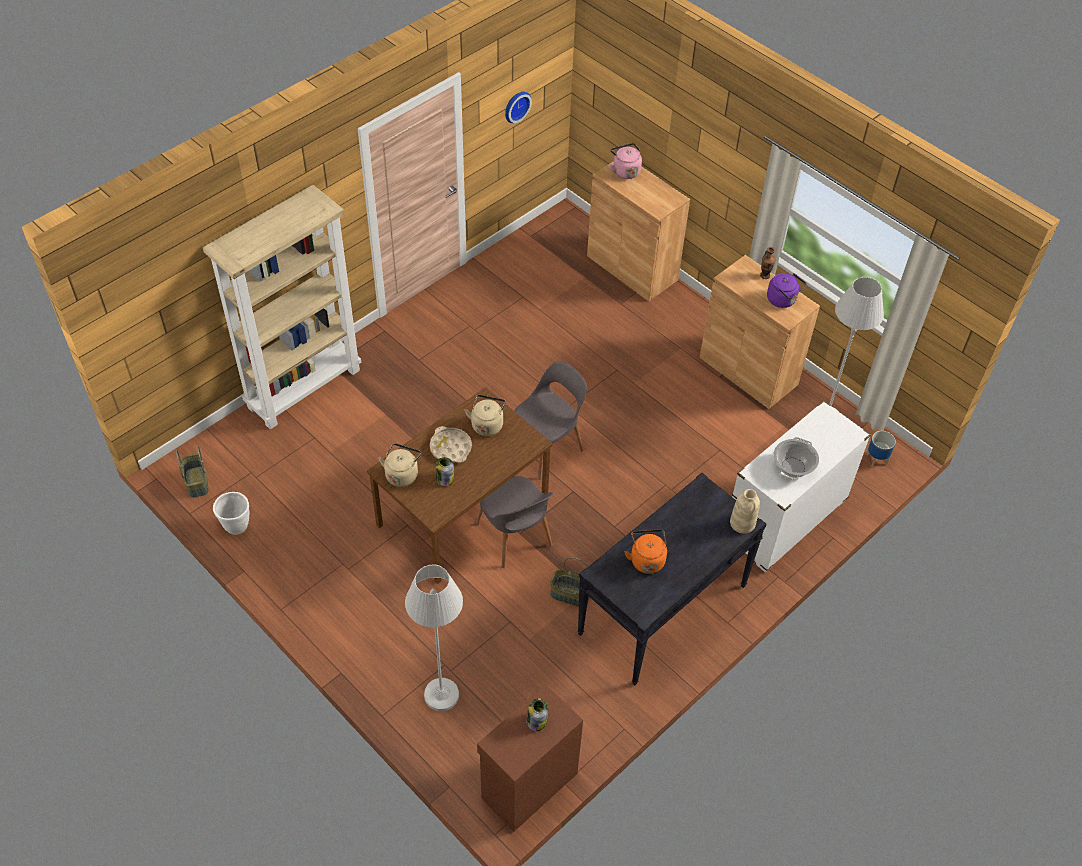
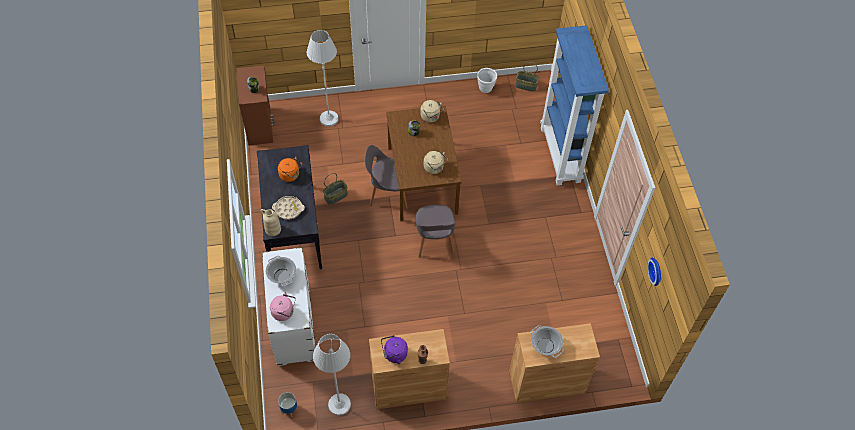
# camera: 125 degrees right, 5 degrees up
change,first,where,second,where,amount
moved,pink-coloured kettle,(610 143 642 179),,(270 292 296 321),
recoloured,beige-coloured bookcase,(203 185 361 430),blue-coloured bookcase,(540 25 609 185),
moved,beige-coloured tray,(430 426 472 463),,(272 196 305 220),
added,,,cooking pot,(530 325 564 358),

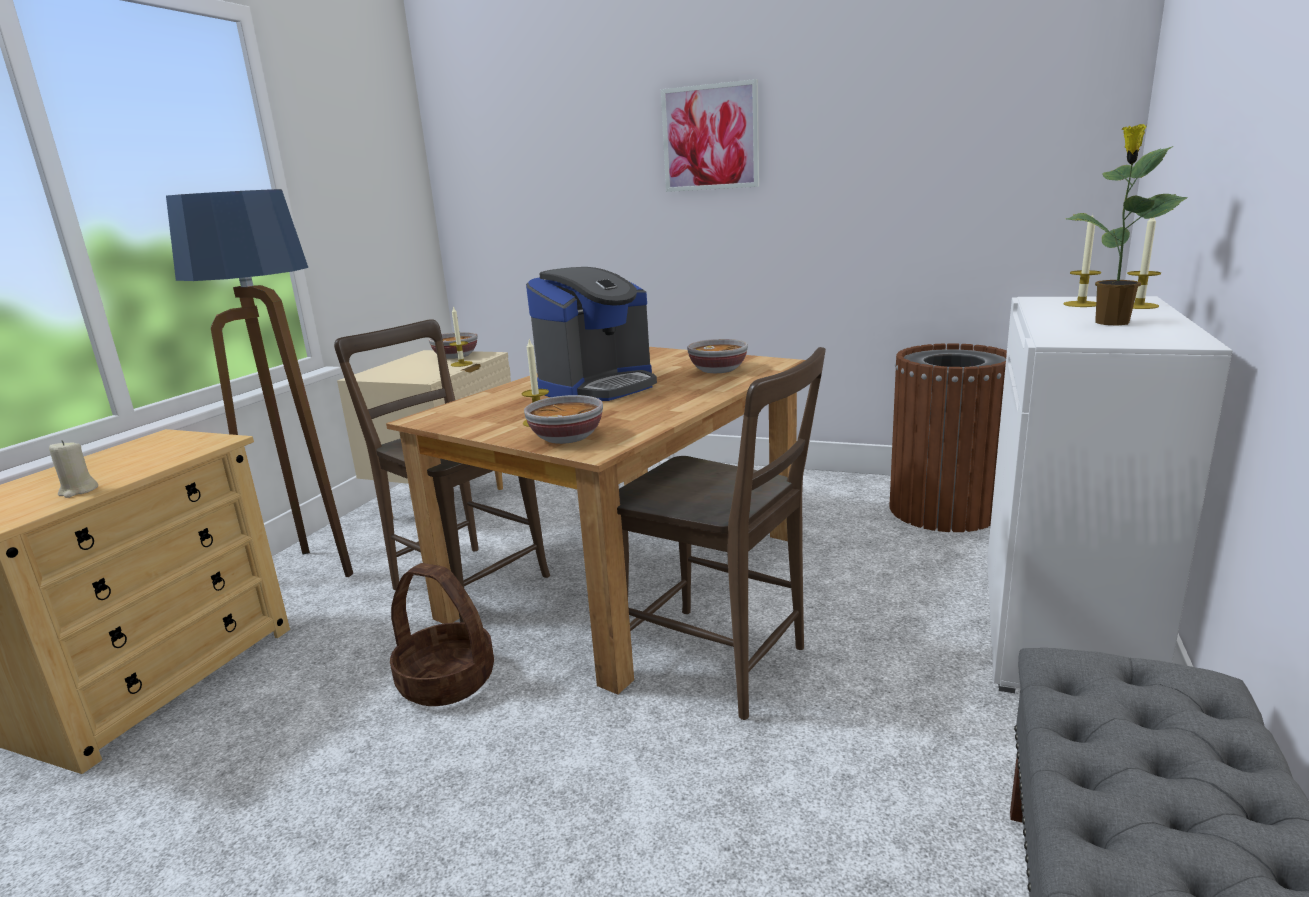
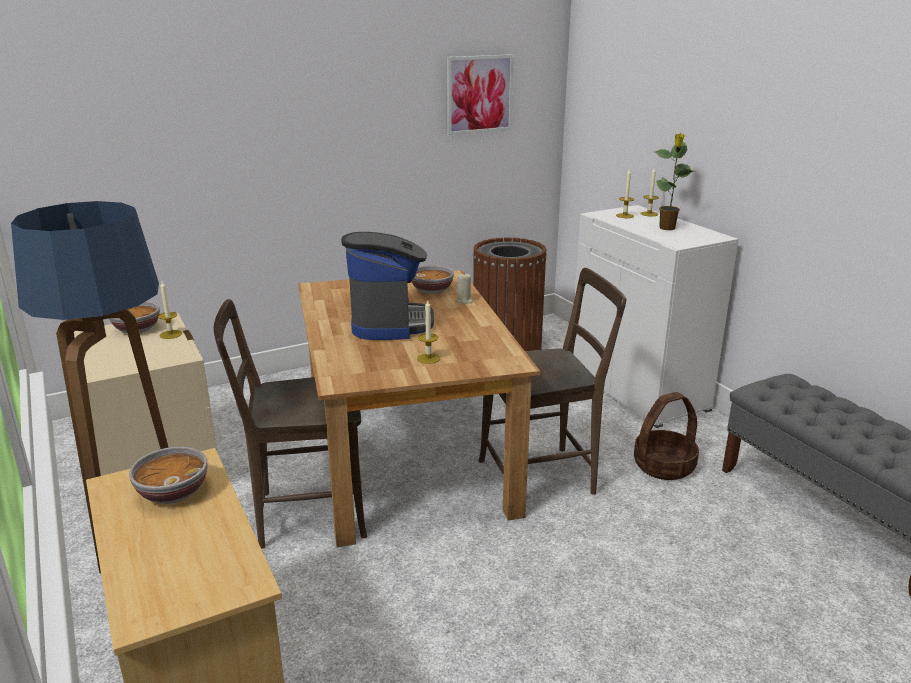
# camera: 50 degrees left, 5 degrees up
change,first,where,second,where,amount
moved,wall art,(661 79 759 192),,(447 54 514 135),
moved,deep dish,(524 395 603 444),,(129 446 207 504),
moved,beige-coloured candle,(49 440 98 498),,(456 273 473 304),
moved,storage basket,(390 563 494 706),,(634 392 699 480),

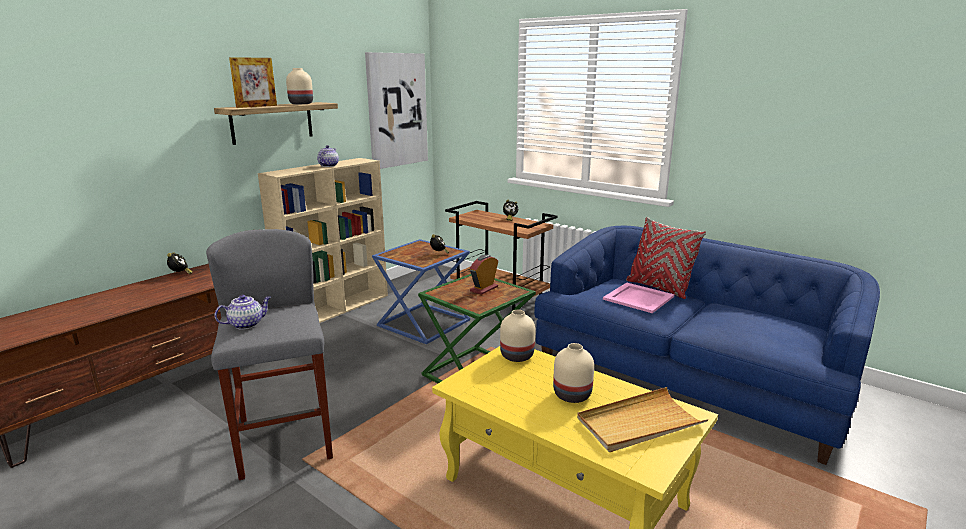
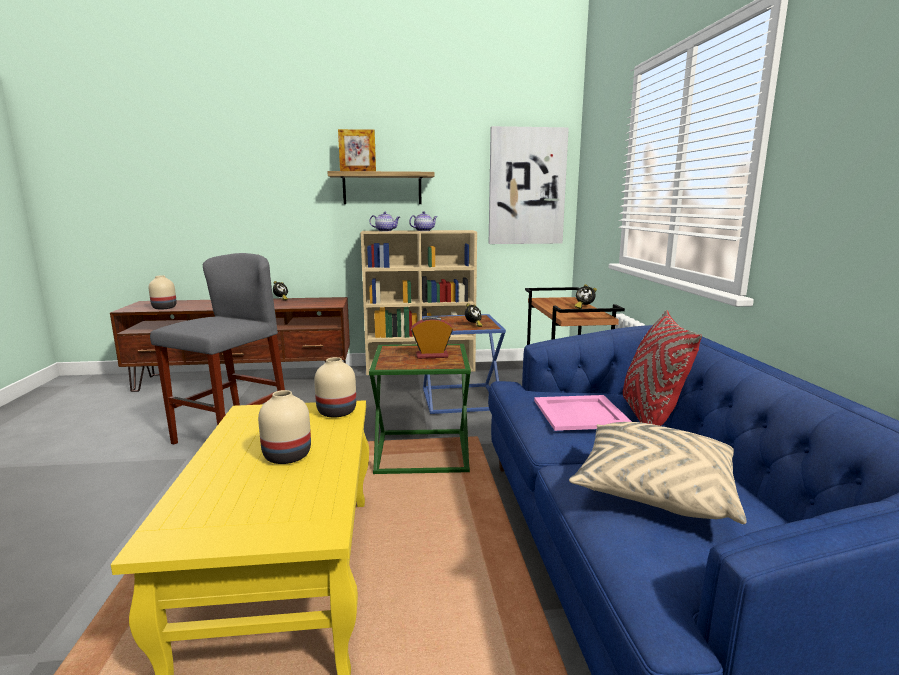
# camera: 45 degrees right, 5 degrees down
change,first,where,second,where,amount
moved,beige-coloured decorative vase,(286 68 313 104),,(149 275 177 309),
moved,teapot,(215 295 271 329),,(369 212 400 231),
removed,beige-coloured tray,(577 387 709 452),,,
added,,,beige-coloured pillow,(569 422 747 524),

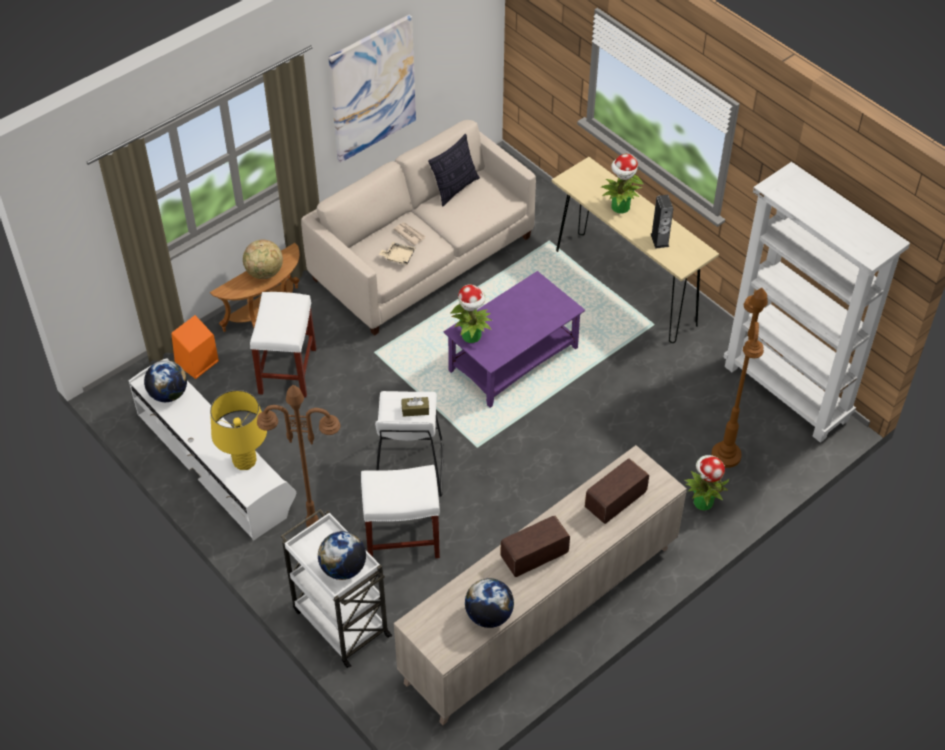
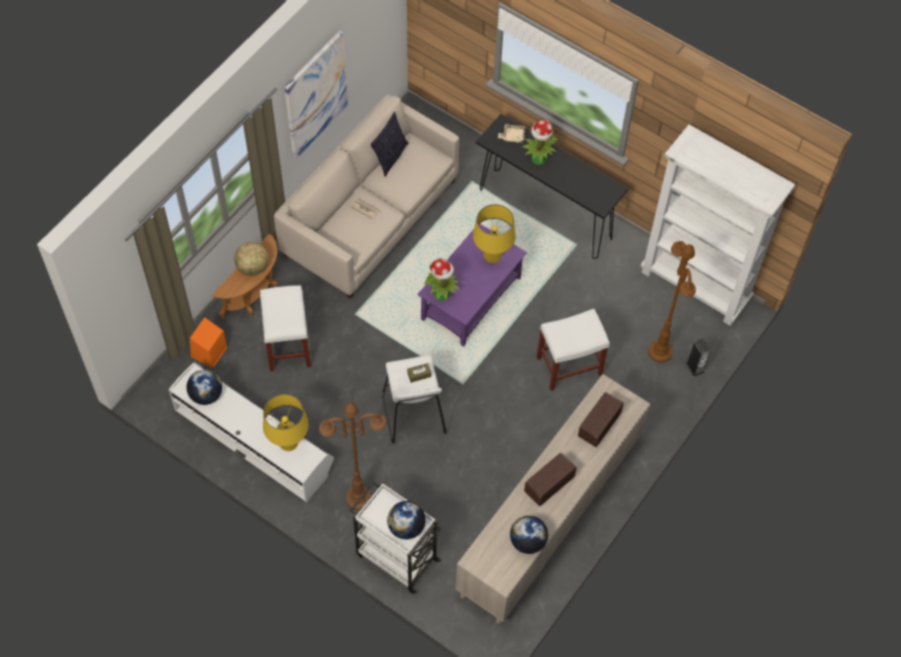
# camera: 15 degrees left, 10 degrees up
change,first,where,second,where,amount
recoloured,beige-coloured hall table,(552 157 719 343),black-coloured hall table,(476 114 628 259),
moved,speaker,(651 195 673 249),,(686 338 710 376),
moved,beige-coloured tray,(379 242 415 265),,(498 124 526 143),
removed,potted plant,(684 455 730 511),,,
moved,white stool,(361 465 440 558),,(536 309 610 391),
added,,,yellow table lamp,(473 204 515 263),

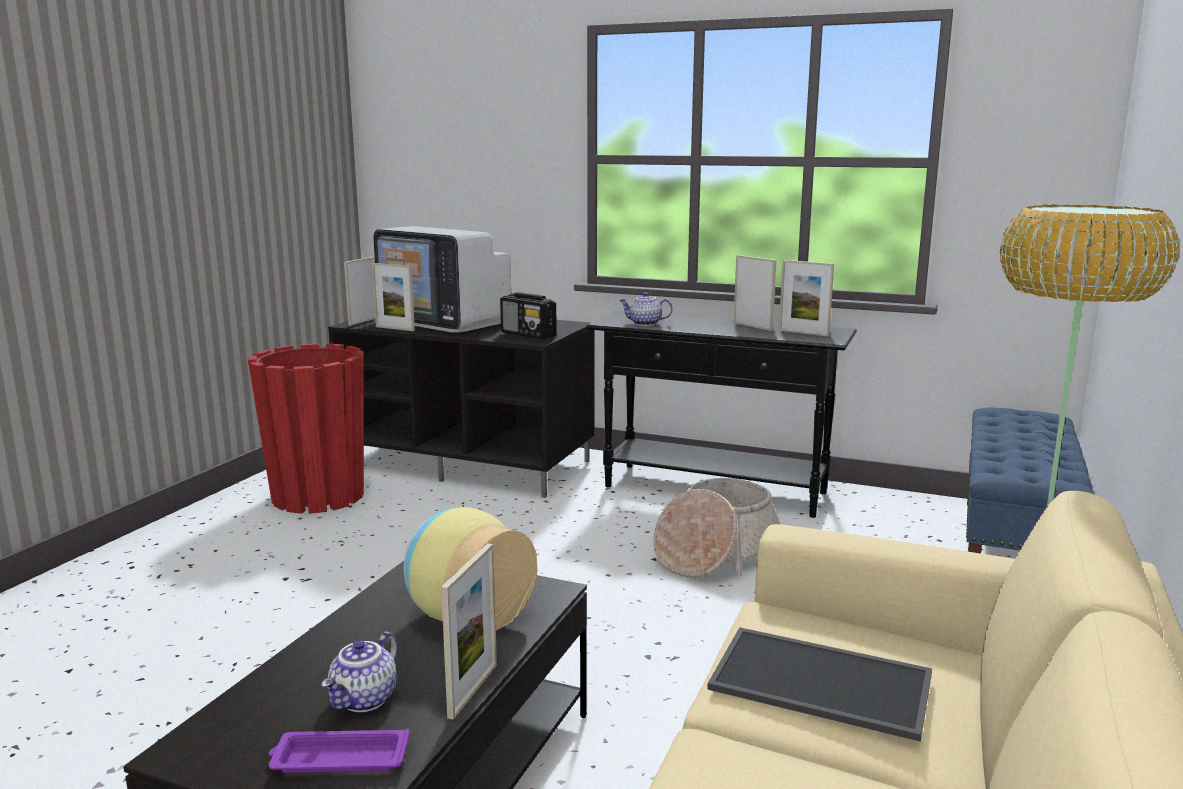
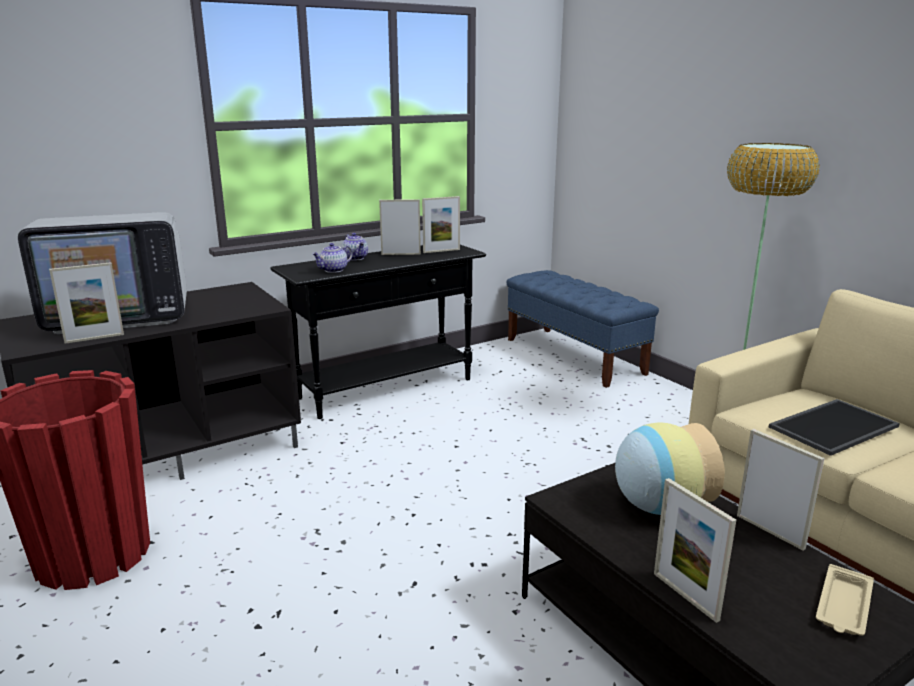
# camera: 55 degrees left, 5 degrees up
change,first,where,second,where,amount
moved,picture frame,(344 257 375 326),,(654 478 736 623),
removed,radio receiver,(500 292 557 339),,,
removed,storage basket,(653 478 781 577),,,
moved,teapot,(321 631 397 712),,(341 233 368 261),
recoloured,purplish tray,(269 728 410 773),beige-coloured tray,(816 564 874 636),

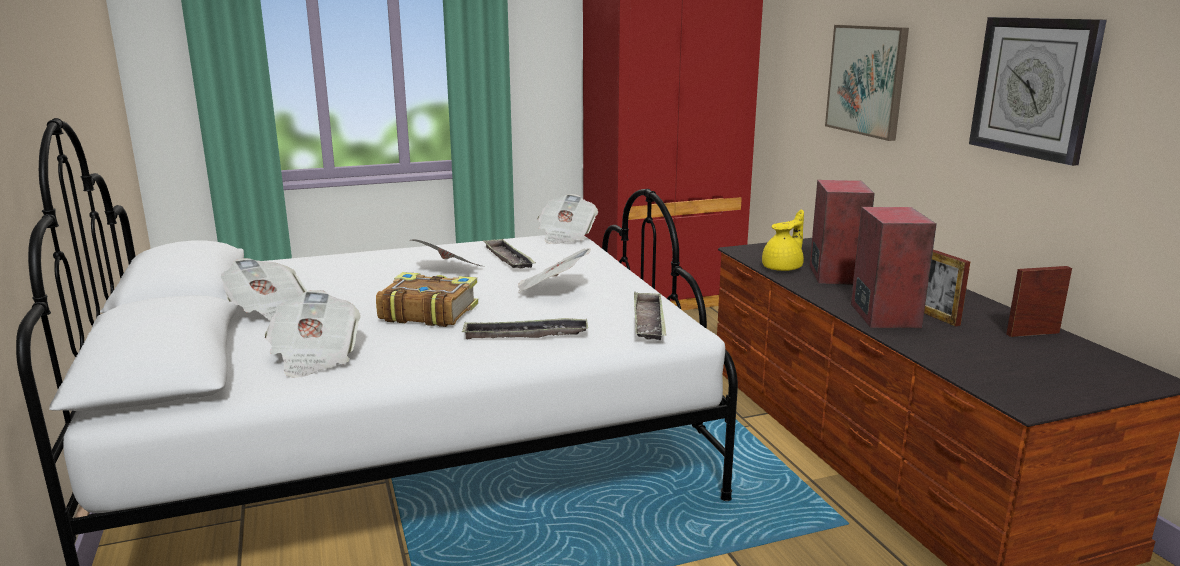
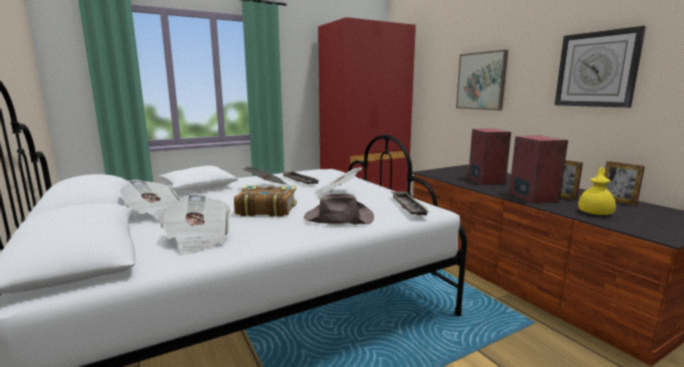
# camera: 10 degrees left, 5 degrees down
change,first,where,second,where,amount
removed,printed paper,(538 194 598 244),,,
moved,yellow teapot,(762 210 804 271),,(578 167 616 215),
turned,picture frame,(1006 266 1072 337),,(605 161 645 206),105 degrees counterclockwise
replaced,tray,(462 318 588 339),brown clothing hat,(304 194 374 225),
added,,,white pillow,(159 166 238 191),

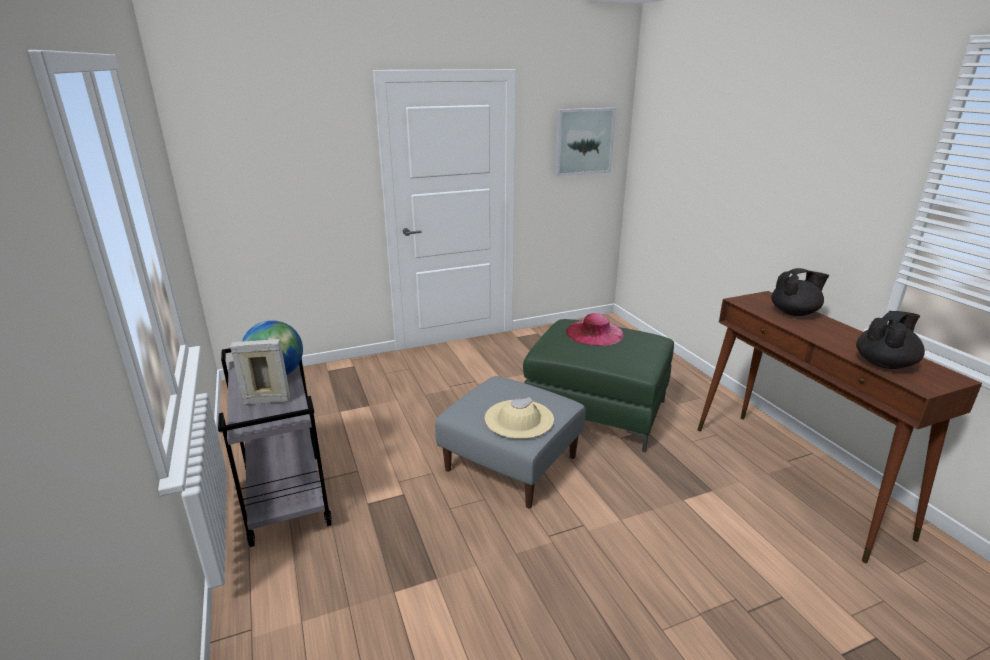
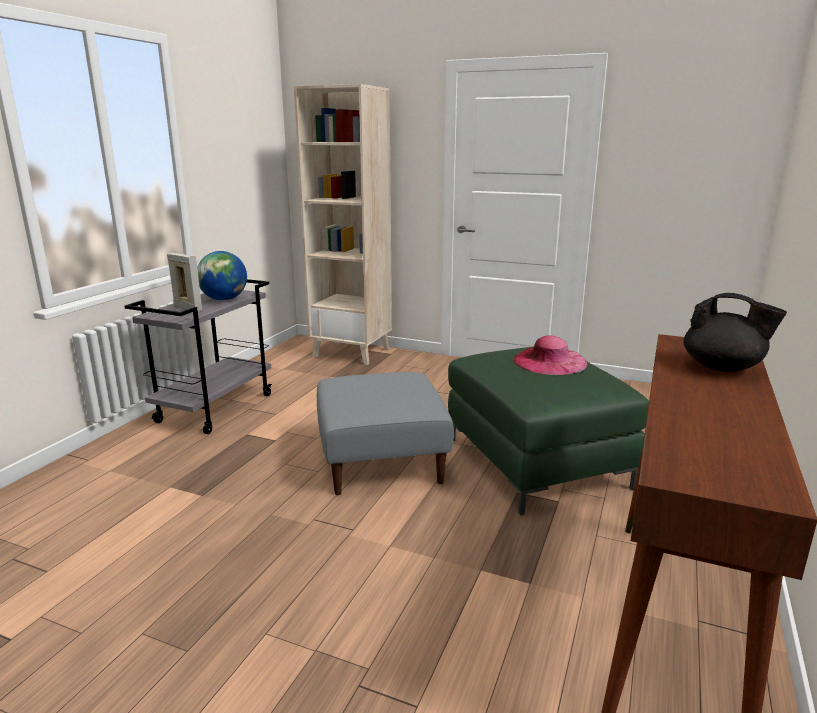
# camera: 45 degrees right, 5 degrees down
change,first,where,second,where,amount
removed,wall art,(555 108 616 176),,,
removed,black-coloured teapot,(856 311 925 369),,,
removed,beige-coloured clothing hat,(485 397 554 439),,,
added,,,beige-coloured bookcase,(294 84 392 365),

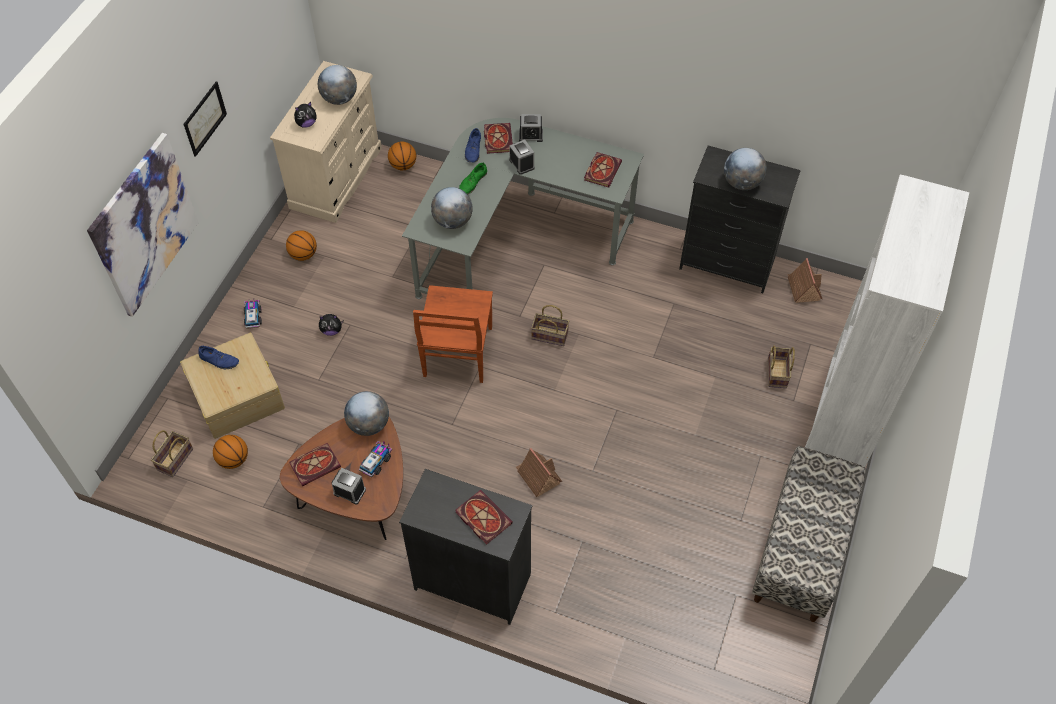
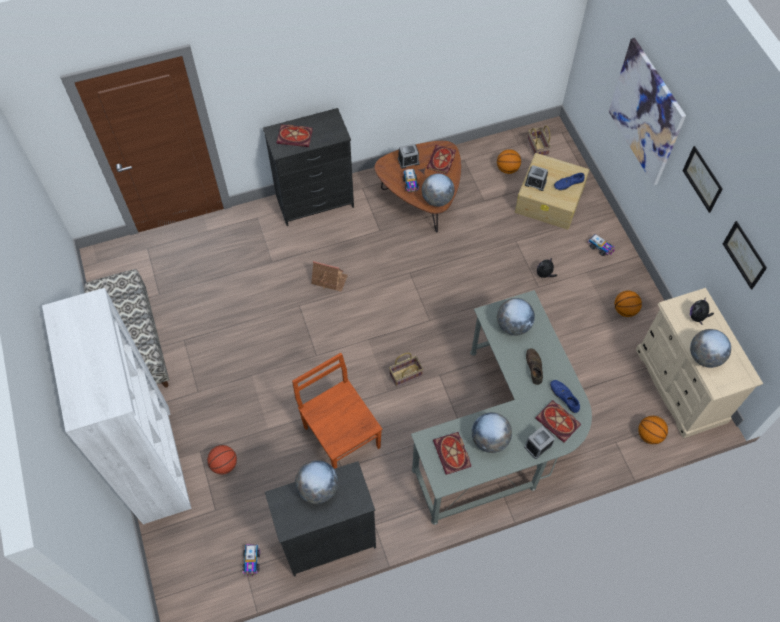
# camera: 140 degrees right, 5 degrees up
change,first,where,second,where,amount
moved,table clock,(509 140 535 175),,(525 165 548 191),
recoloured,greenish item of footwear,(459 163 487 194),brown item of footwear,(526 348 543 385),
replaced,miniature house,(787 258 822 303),toy lorry,(242 544 260 577),
moved,brown upright chair,(413 285 493 383),,(292 353 382 469),
replaced,storage basket,(768 346 795 388),basketball ball,(207 445 237 474),
added,,,wall art,(723 221 767 290),
added,,,world globe,(472 412 512 453),

